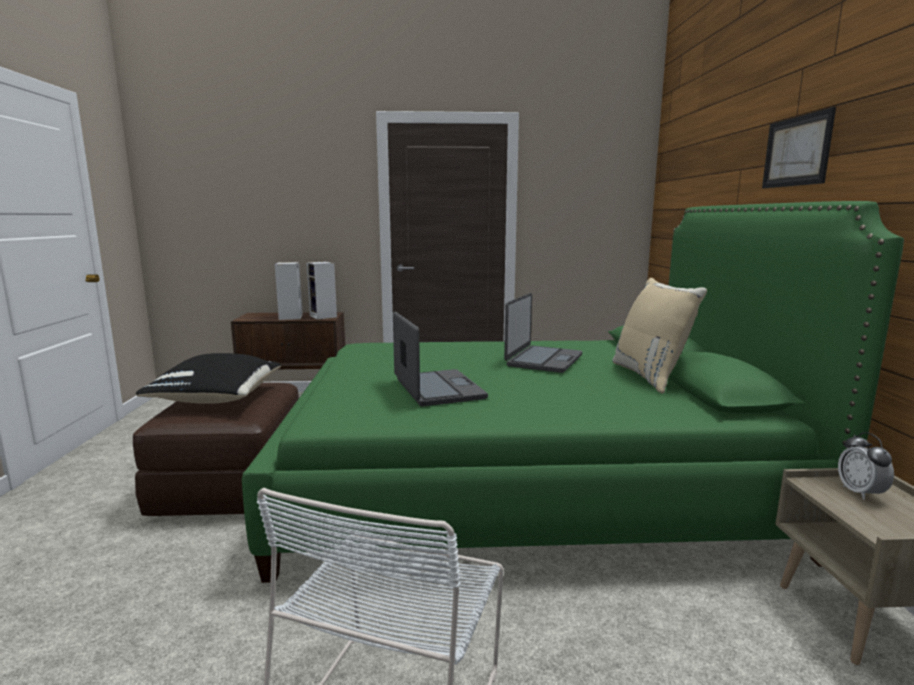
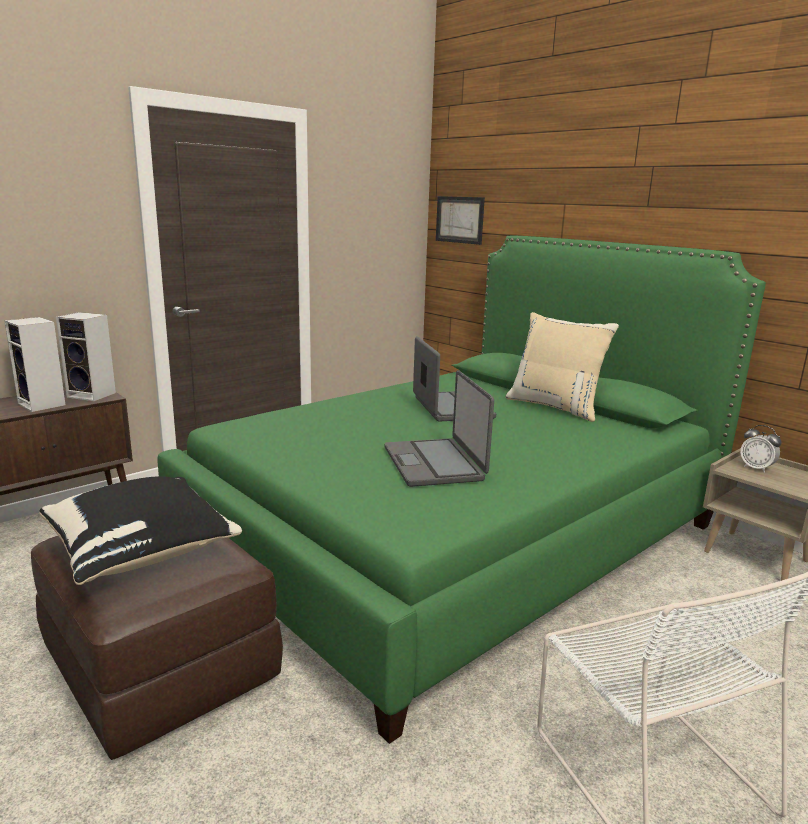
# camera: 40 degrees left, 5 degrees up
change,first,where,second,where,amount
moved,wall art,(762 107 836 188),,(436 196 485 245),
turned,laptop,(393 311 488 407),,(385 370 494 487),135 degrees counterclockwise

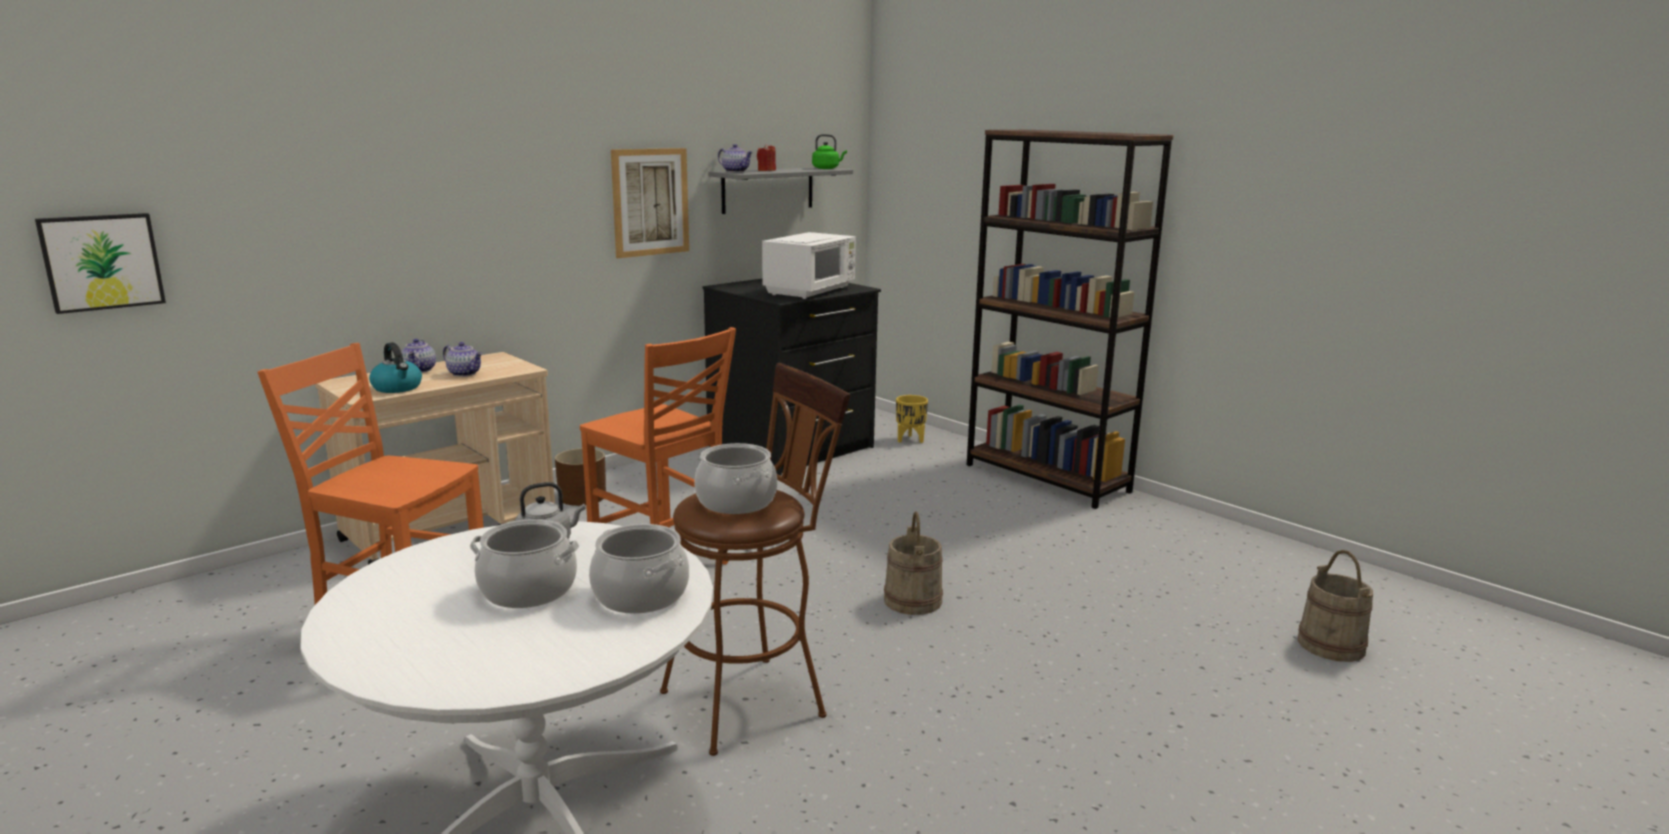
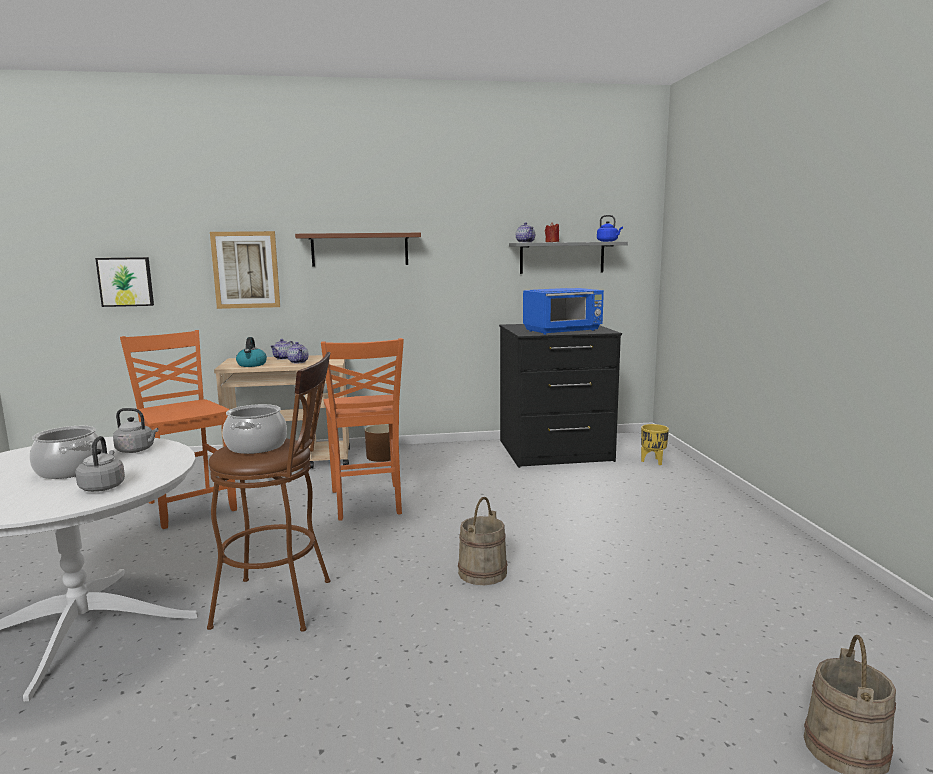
# camera: 35 degrees right, 5 degrees down
change,first,where,second,where,amount
removed,brown bookcase,(967 130 1174 509),,,
recoloured,greenish kettle,(812 134 847 169),blue-coloured kettle,(597 215 623 242),
moved,wall art,(611 148 689 258),,(210 231 280 309),
recoloured,white microwave oven,(762 232 856 299),blue-coloured microwave oven,(523 288 604 335),
replaced,cooking pot,(589 524 689 614),greyish kettle,(75 436 125 492),
added,,,brown shelf,(295 233 421 267),

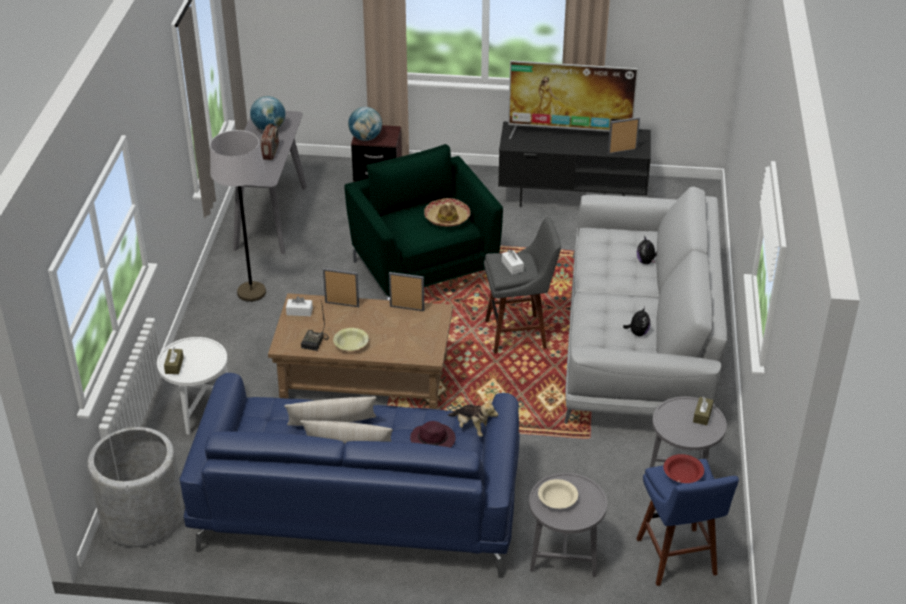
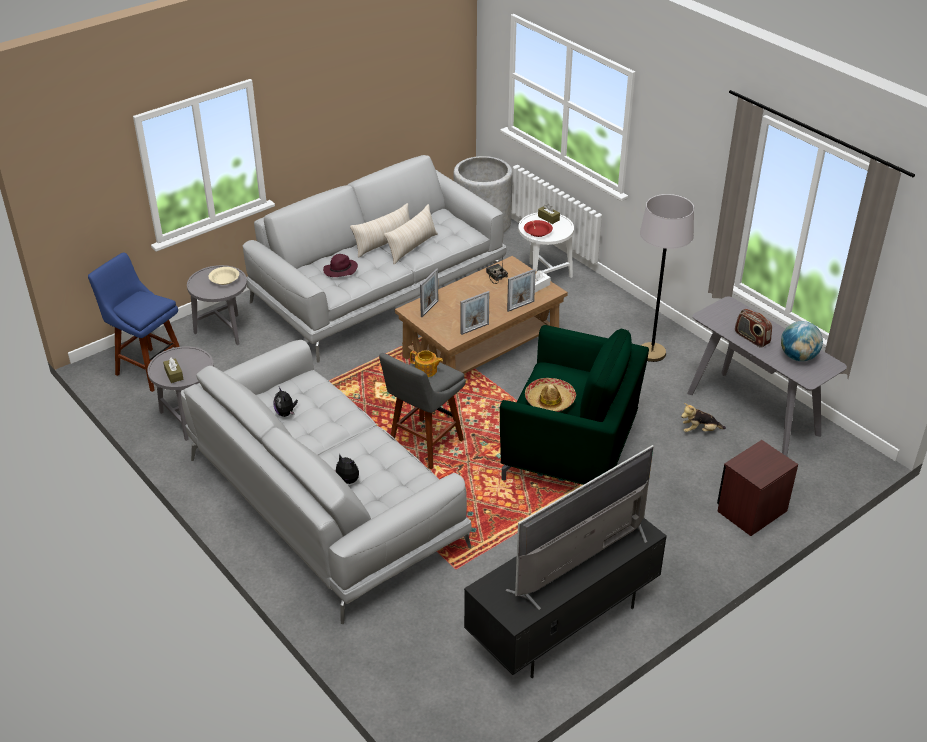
# camera: 135 degrees right, 0 degrees up
change,first,where,second,where,amount
removed,world globe,(348 107 382 141),,,
moved,picture frame,(608 117 640 154),,(420 268 438 317),
replaced,white tissue box,(502 250 524 275),teapot,(410 350 443 377),
removed,yellow deep dish,(333 328 369 351),,,
recoloured,blue-coloured settee,(179 373 520 578),greyish settee,(243 155 506 363),
moved,soft toy,(448 399 498 437),,(681 403 726 432),
moved,red-coloured deep dish,(664 454 704 483),,(524 220 553 237),

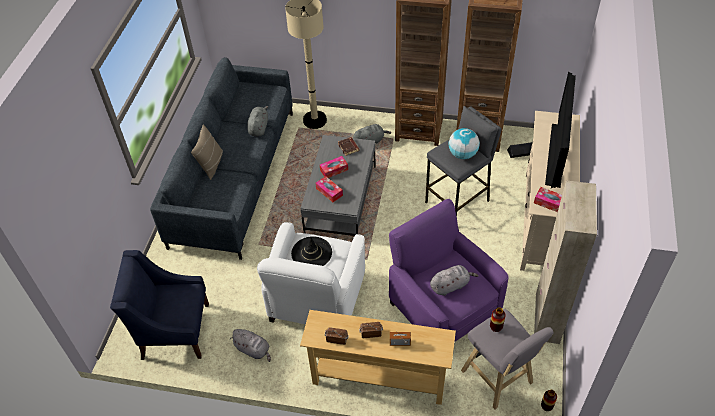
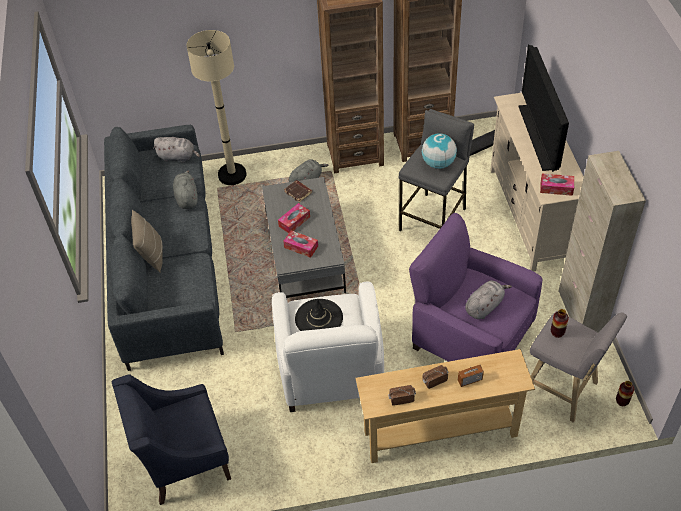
# camera: 20 degrees left, 0 degrees up
change,first,where,second,where,amount
moved,greyish soft toy,(230 329 271 362),,(153 137 200 163),

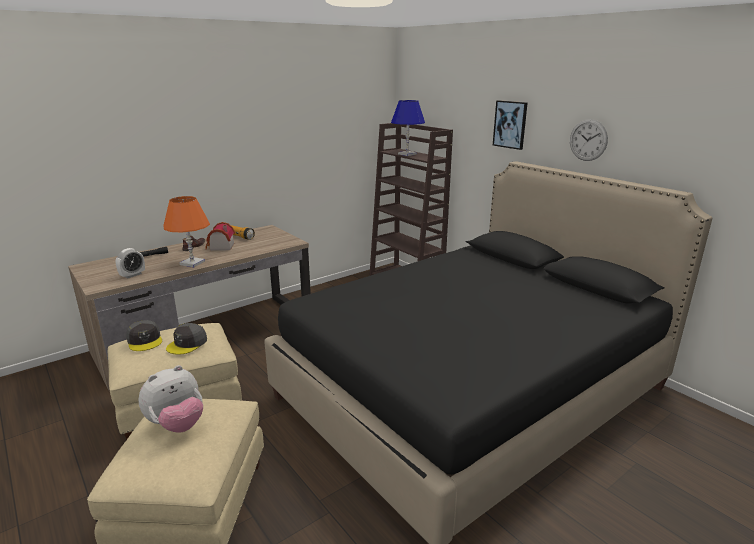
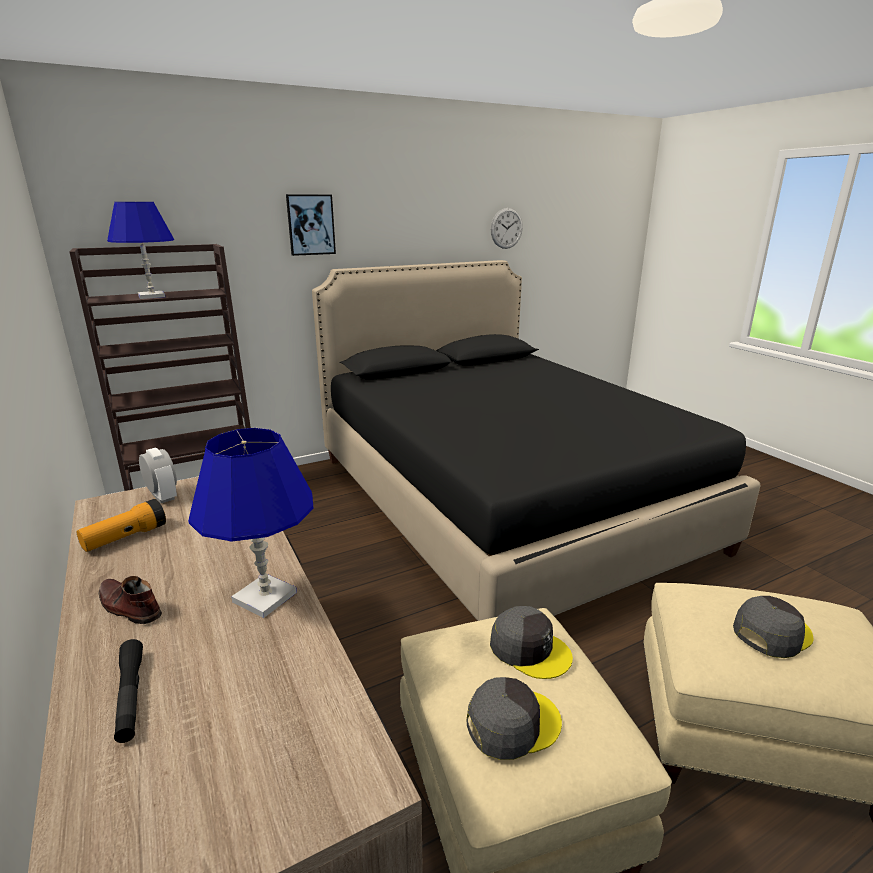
# camera: 80 degrees left, 0 degrees up
change,first,where,second,where,amount
moved,wall clock,(570 119 608 161),,(491 208 523 249),
recoloured,orange-coloured table lamp,(163 196 210 267),blue-coloured table lamp,(188 428 314 618),
removed,miniature house,(205 222 235 251),,,
moved,table clock,(116 248 145 279),,(139 447 177 503),
replaced,soft toy,(139 365 203 433),greyish baseball cap,(733 596 813 658),

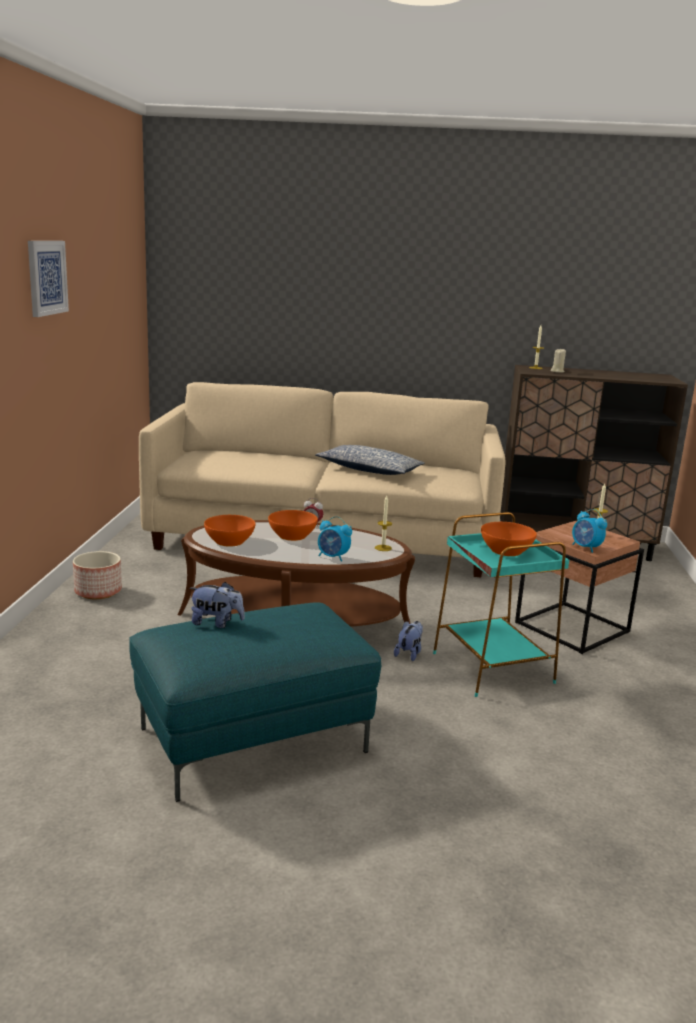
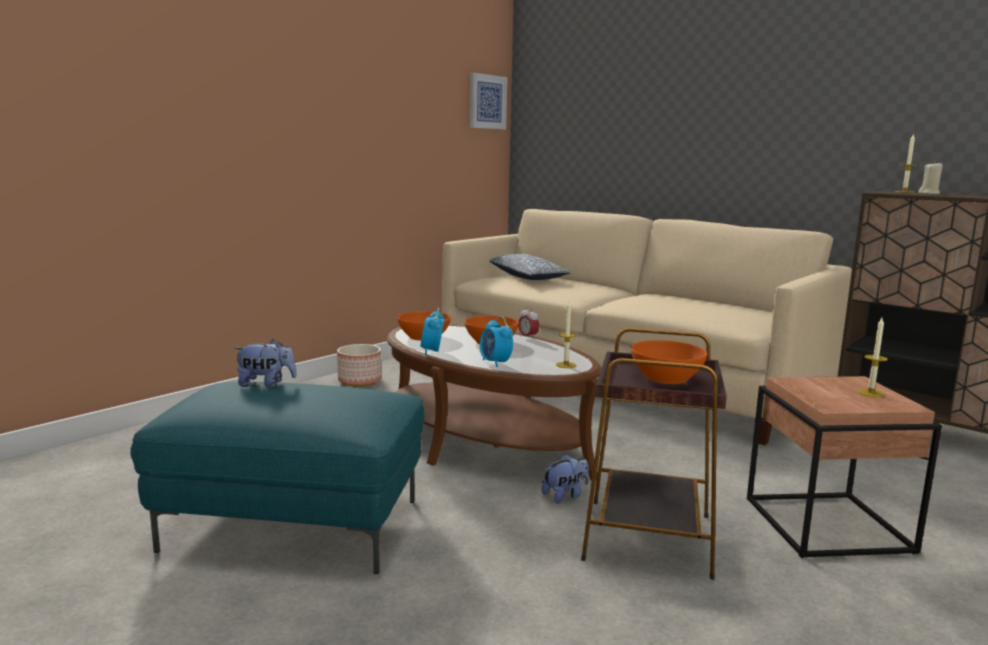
# camera: 35 degrees right, 5 degrees down
change,first,where,second,where,amount
moved,wall art,(28 241 69 317),,(470 73 507 129),
moved,pillow,(315 445 425 475),,(490 253 572 280),
moved,table clock,(572 509 607 553),,(420 308 444 355),
recoloured,turquoise-coloured accent table,(433 512 569 697),brown accent table,(581 328 727 580),
turned,soft toy,(190 582 245 628),,(234 339 297 388),45 degrees counterclockwise

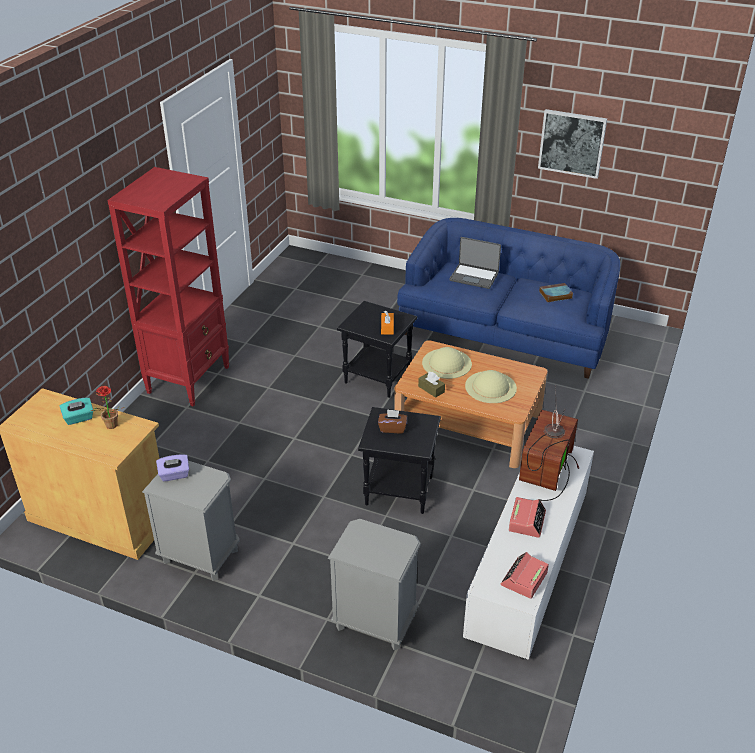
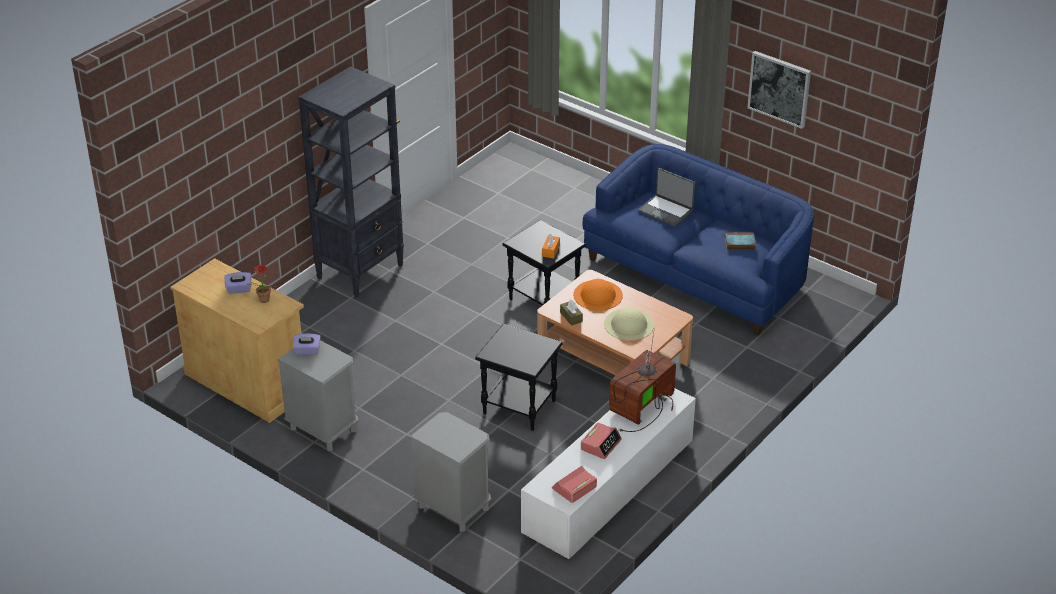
# camera: 15 degrees right, 0 degrees up
change,first,where,second,where,amount
recoloured,red-coloured bookcase,(108 167 230 406),black-coloured bookcase,(299 66 404 298),
recoloured,beige-coloured clothing hat,(422 347 472 379),orange-coloured clothing hat,(573 279 623 311),
recoloured,turquoise-coloured tissue box,(59 398 93 425),purplish tissue box,(224 272 251 294),
removed,brown tissue box,(378 409 407 433),,,

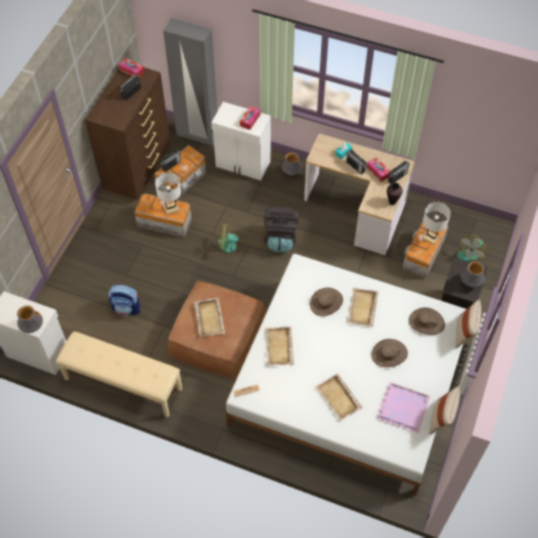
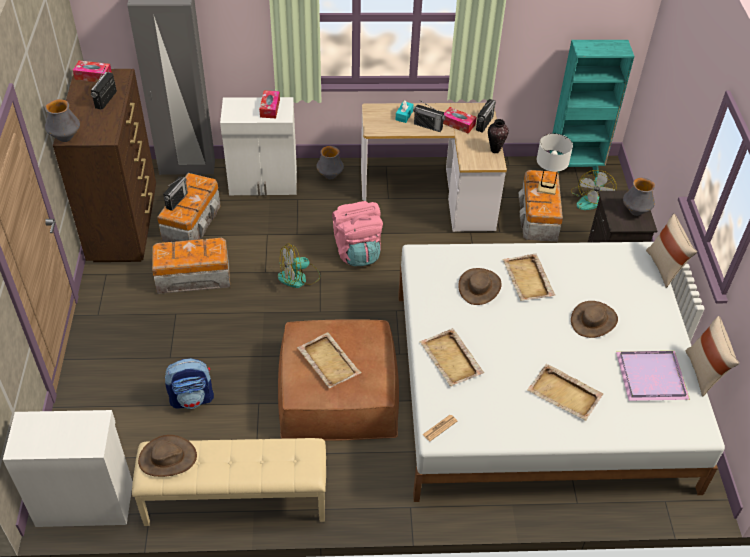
# camera: 25 degrees left, 10 degrees down
change,first,where,second,where,amount
removed,white table lamp,(155 172 181 215),,,
recoloured,black-coloured knapsack,(264 206 299 252),pink-coloured knapsack,(332 201 383 266),
moved,decorative vase,(17 305 43 333),,(45 99 80 142),
moved,brown clothing hat,(409 308 445 335),,(138 435 197 477),
added,,,turquoise-coloured bookcase,(550 40 634 177),

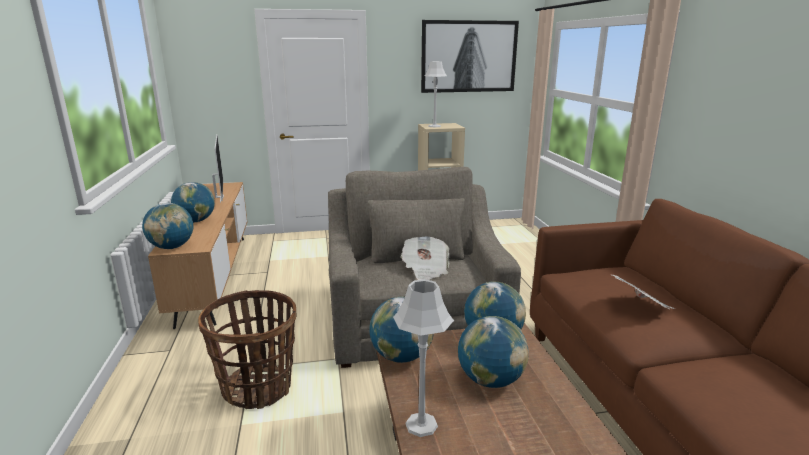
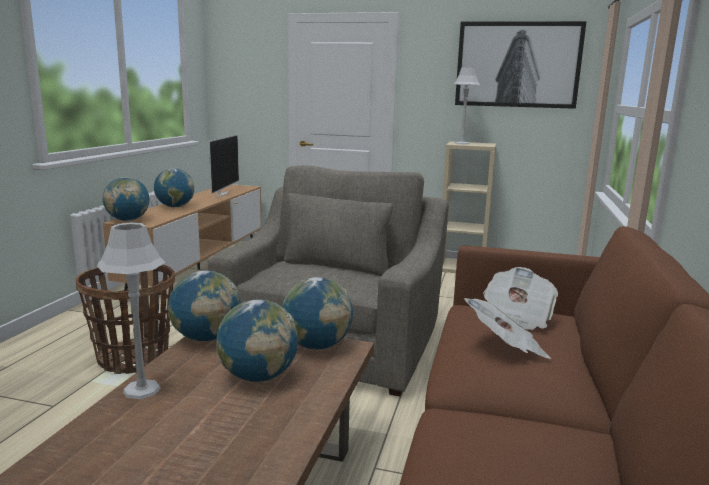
# camera: 25 degrees right, 5 degrees down
change,first,where,second,where,amount
moved,printed paper,(401 237 449 280),,(483 267 558 330),

